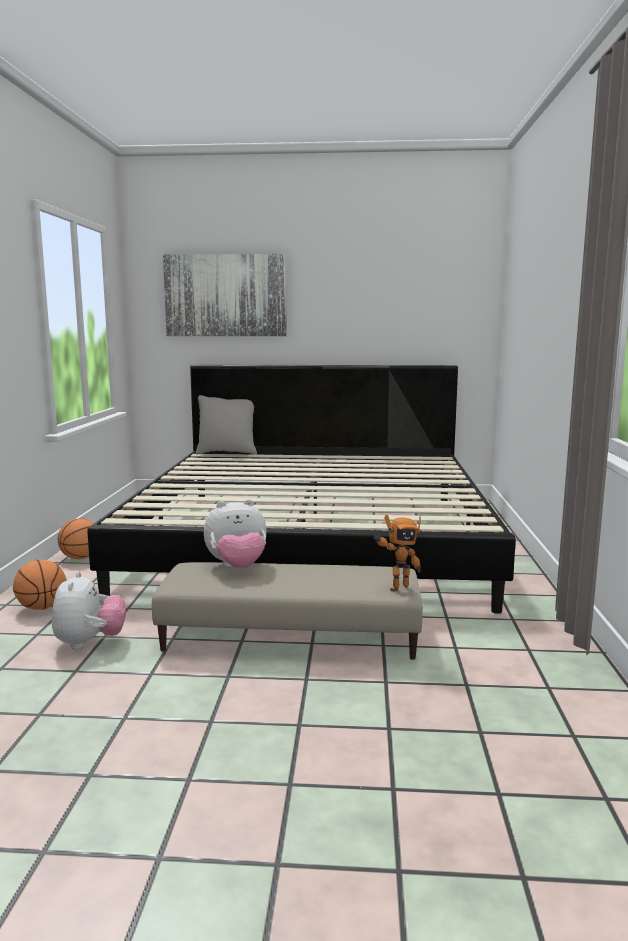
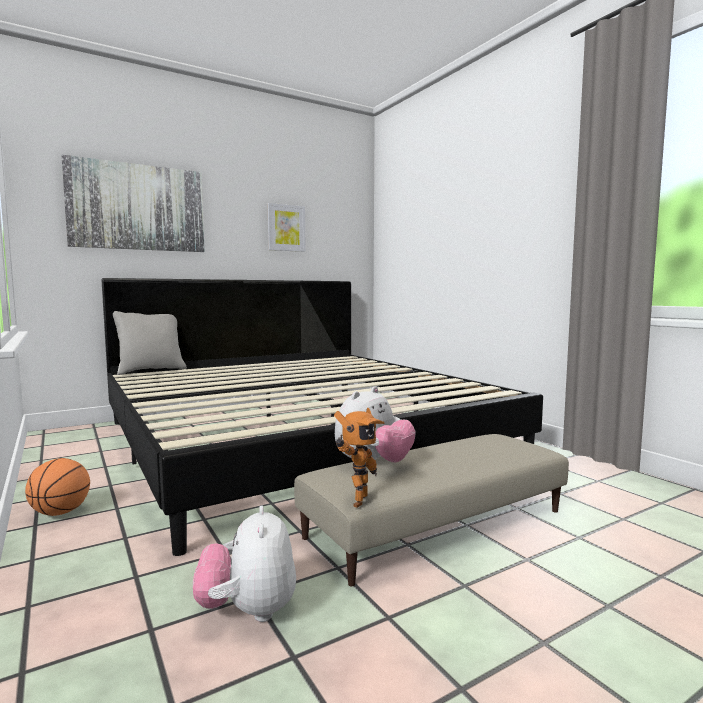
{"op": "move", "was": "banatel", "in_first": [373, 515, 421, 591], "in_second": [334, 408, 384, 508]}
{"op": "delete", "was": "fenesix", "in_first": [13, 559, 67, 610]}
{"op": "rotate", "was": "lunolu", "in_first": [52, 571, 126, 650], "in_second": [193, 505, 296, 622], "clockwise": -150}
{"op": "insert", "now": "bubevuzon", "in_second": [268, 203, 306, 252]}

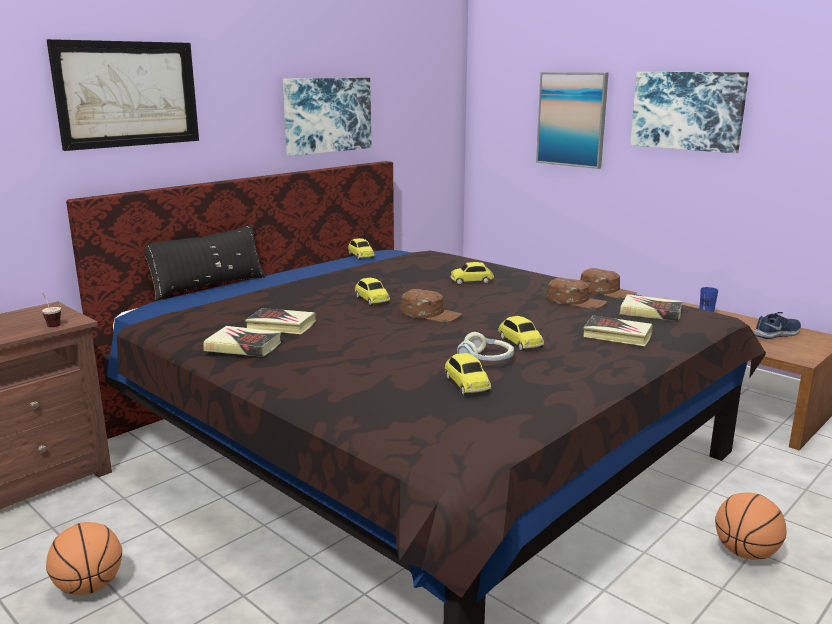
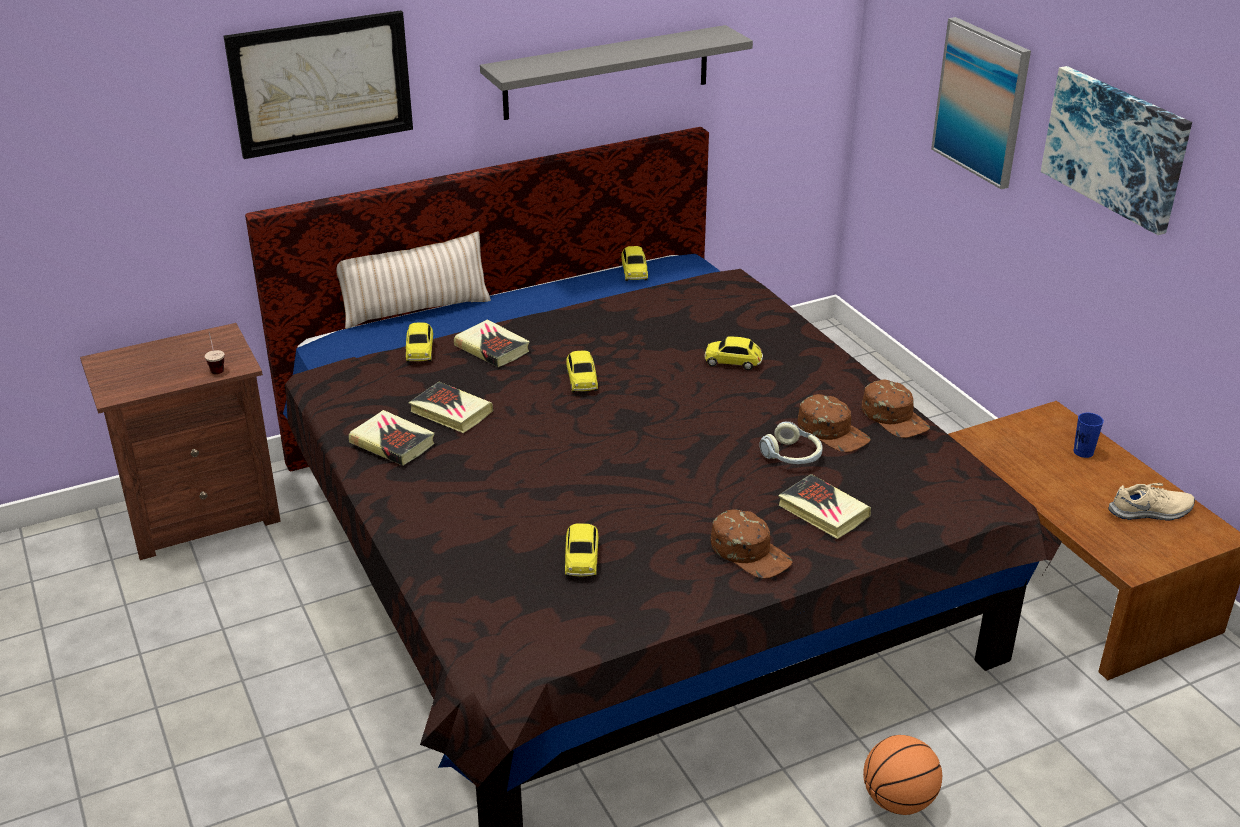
{"op": "replace", "was": "bubevuzon", "now": "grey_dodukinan", "in_first": [283, 78, 371, 156], "in_second": [480, 25, 753, 120]}
{"op": "recolor", "was": "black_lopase", "now": "beige_lopase", "in_first": [145, 224, 266, 301], "in_second": [336, 231, 491, 329]}
{"op": "move", "was": "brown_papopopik", "in_first": [401, 289, 462, 322], "in_second": [711, 509, 792, 578]}
{"op": "move", "was": "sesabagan", "in_first": [620, 294, 682, 321], "in_second": [454, 319, 530, 367]}
{"op": "recolor", "was": "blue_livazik", "now": "beige_livazik", "in_first": [753, 312, 801, 339], "in_second": [1109, 483, 1195, 521]}
{"op": "move", "was": "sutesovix", "in_first": [498, 316, 544, 351], "in_second": [406, 322, 433, 362]}
{"op": "move", "was": "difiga", "in_first": [457, 332, 514, 361], "in_second": [760, 421, 823, 464]}
{"op": "delete", "was": "fenesix", "in_first": [46, 522, 122, 595]}

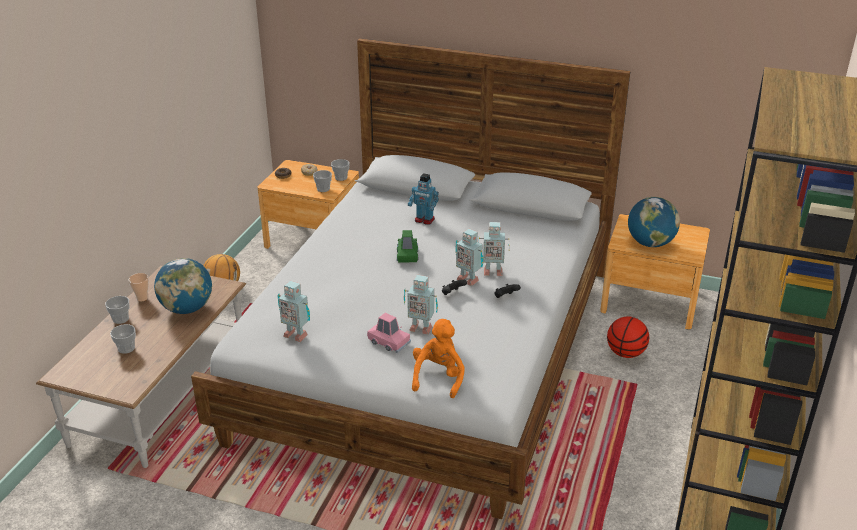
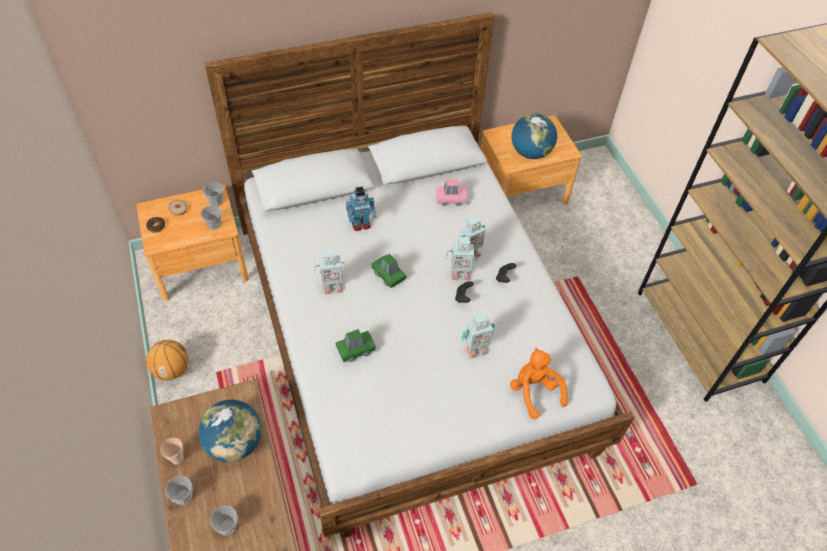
{"op": "move", "was": "banatel", "in_first": [277, 281, 310, 342], "in_second": [314, 249, 346, 294]}
{"op": "move", "was": "pink_sutesovix", "in_first": [367, 313, 411, 353], "in_second": [436, 179, 468, 206]}
{"op": "delete", "was": "fenesix", "in_first": [607, 317, 649, 358]}
{"op": "insert", "now": "green_sutesovix", "in_second": [335, 329, 377, 362]}

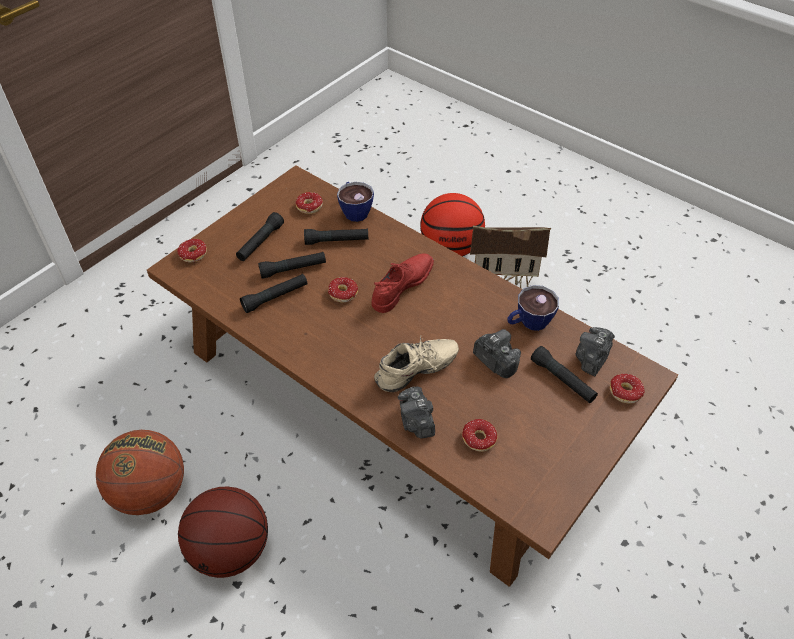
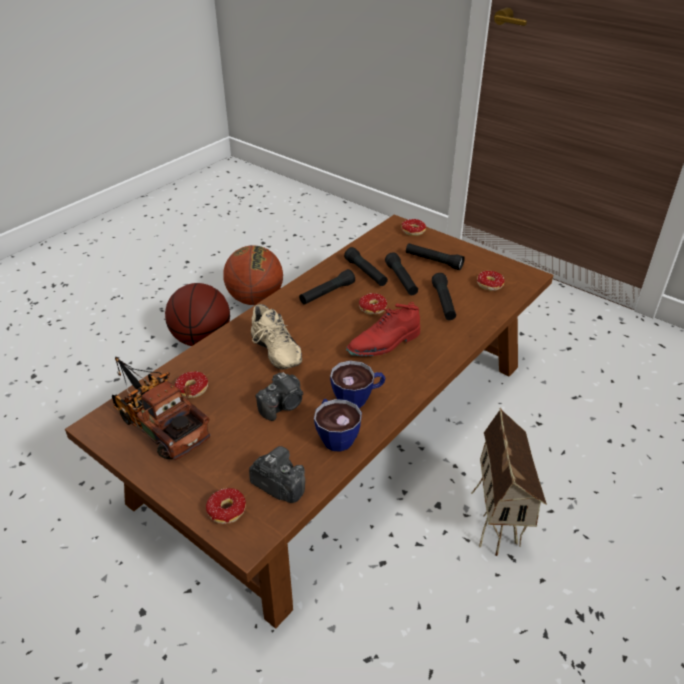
{"op": "move", "was": "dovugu", "in_first": [337, 182, 374, 222], "in_second": [330, 360, 386, 408]}
{"op": "delete", "was": "fenesix", "in_first": [421, 193, 485, 256]}
{"op": "rotate", "was": "red_livazik", "in_first": [371, 253, 434, 313], "in_second": [346, 302, 420, 356], "clockwise": 105}
{"op": "move", "was": "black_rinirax", "in_first": [531, 346, 598, 403], "in_second": [299, 269, 355, 305]}
{"op": "delete", "was": "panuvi", "in_first": [398, 386, 435, 438]}
{"op": "insert", "now": "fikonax", "in_second": [112, 357, 211, 460]}

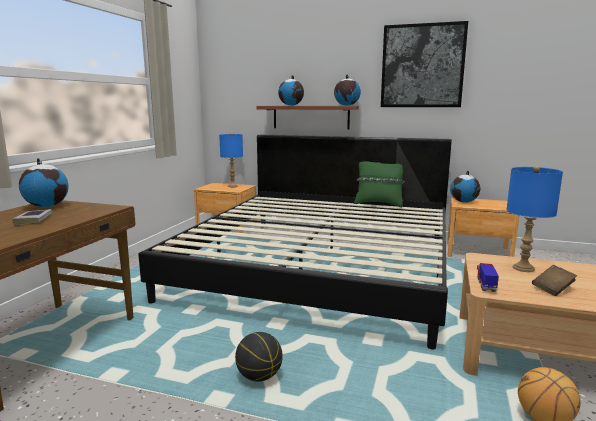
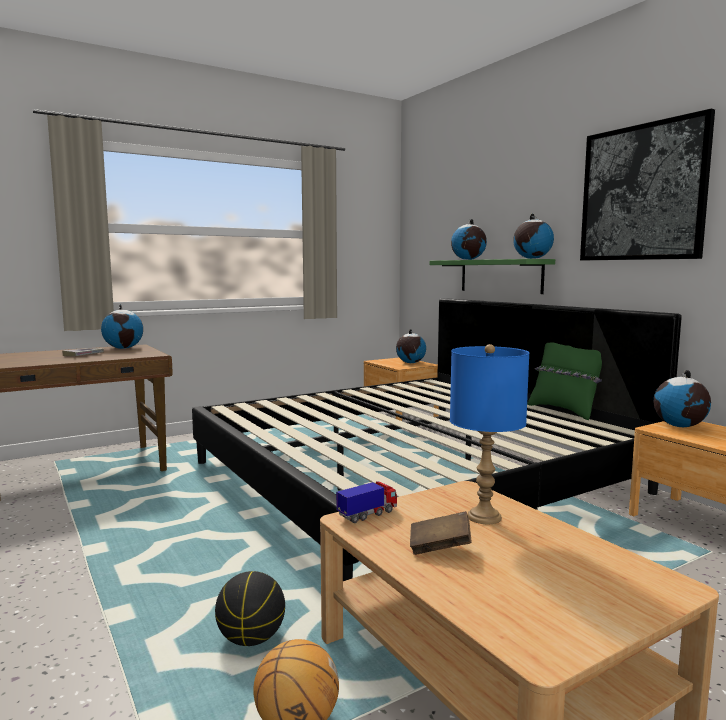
{"op": "recolor", "was": "brown_dodukinan", "now": "green_dodukinan", "in_first": [256, 106, 359, 130], "in_second": [430, 259, 555, 294]}
{"op": "replace", "was": "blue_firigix", "now": "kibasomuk", "in_first": [219, 133, 243, 187], "in_second": [396, 329, 426, 363]}
{"op": "move", "was": "fenesix", "in_first": [235, 332, 283, 382], "in_second": [215, 571, 285, 646]}

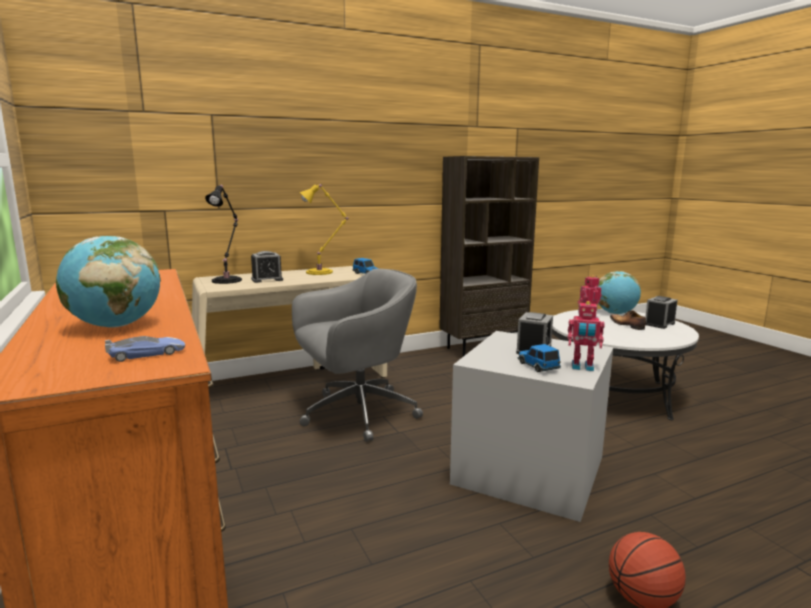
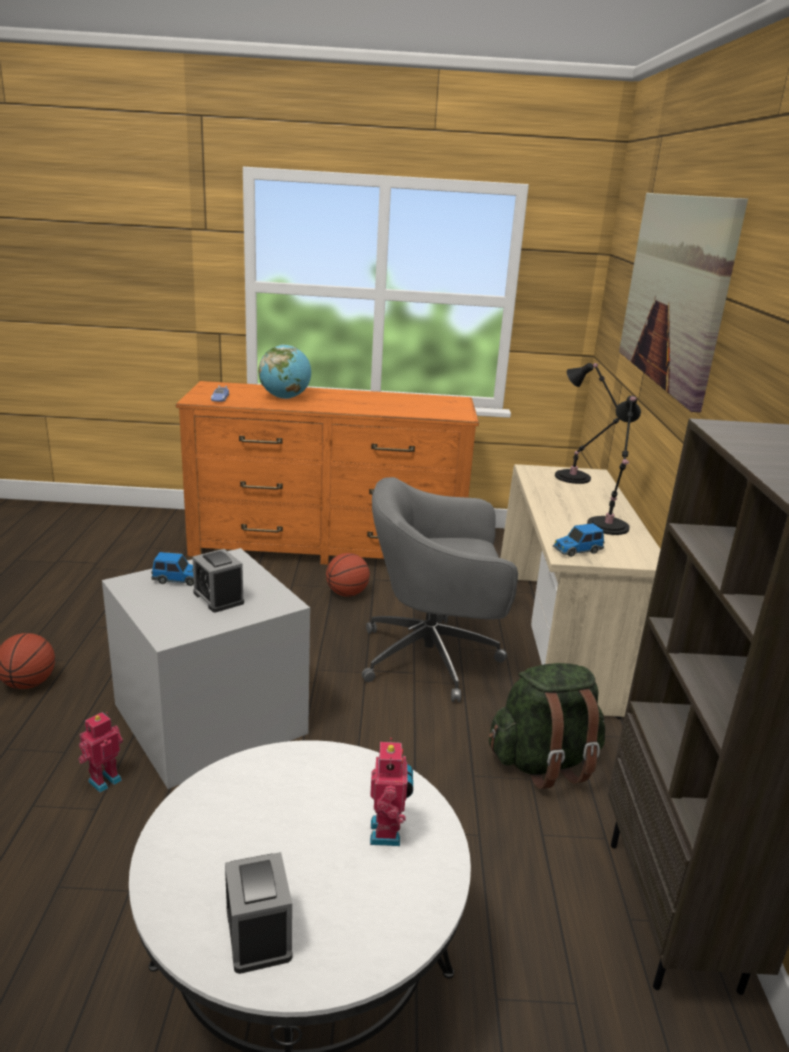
{"op": "recolor", "was": "yellow_firigix", "now": "black_firigix", "in_first": [300, 184, 348, 275], "in_second": [587, 395, 641, 535]}
{"op": "delete", "was": "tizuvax", "in_first": [251, 251, 283, 283]}
{"op": "rotate", "was": "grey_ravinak", "in_first": [292, 269, 423, 442], "in_second": [362, 477, 518, 702], "clockwise": 90}
{"op": "delete", "was": "kibasomuk", "in_first": [598, 271, 641, 314]}
{"op": "move", "was": "banatel", "in_first": [568, 301, 605, 371], "in_second": [78, 712, 123, 792]}
{"op": "delete", "was": "livazik", "in_first": [610, 310, 646, 330]}
{"op": "insert", "now": "bubevuzon", "in_second": [619, 193, 748, 412]}
{"op": "insert", "now": "fenesix", "in_second": [326, 553, 370, 597]}
{"op": "insert", "now": "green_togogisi", "in_second": [489, 663, 605, 789]}

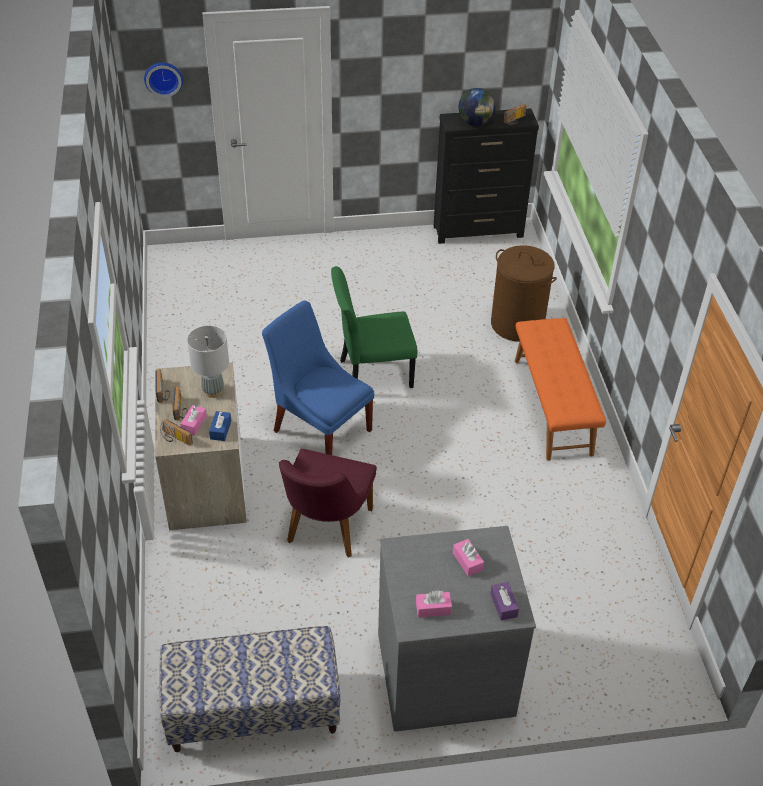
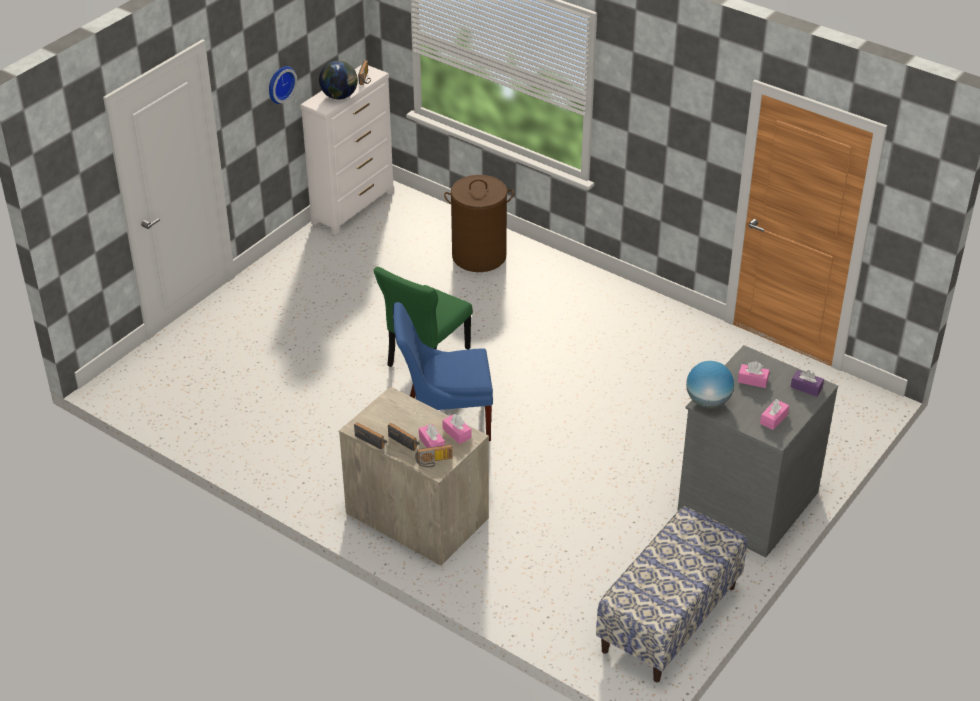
{"op": "move", "was": "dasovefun", "in_first": [144, 62, 183, 97], "in_second": [269, 66, 297, 104]}
{"op": "recolor", "was": "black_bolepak", "now": "white_bolepak", "in_first": [434, 108, 539, 244], "in_second": [300, 65, 394, 235]}
{"op": "delete", "was": "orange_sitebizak", "in_first": [515, 318, 606, 461]}
{"op": "delete", "was": "grey_firigix", "in_first": [187, 326, 229, 398]}
{"op": "recolor", "was": "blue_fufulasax", "now": "pink_fufulasax", "in_first": [209, 411, 231, 441], "in_second": [442, 414, 472, 444]}
{"op": "delete", "was": "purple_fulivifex", "in_first": [279, 449, 377, 558]}
{"op": "insert", "now": "kibasomuk", "in_second": [686, 361, 734, 408]}

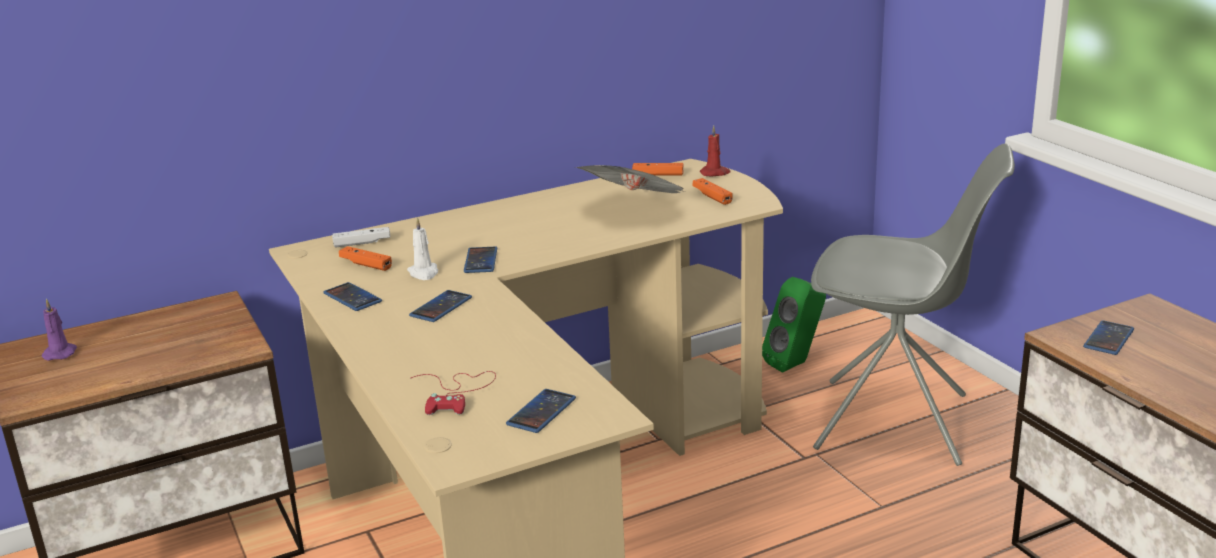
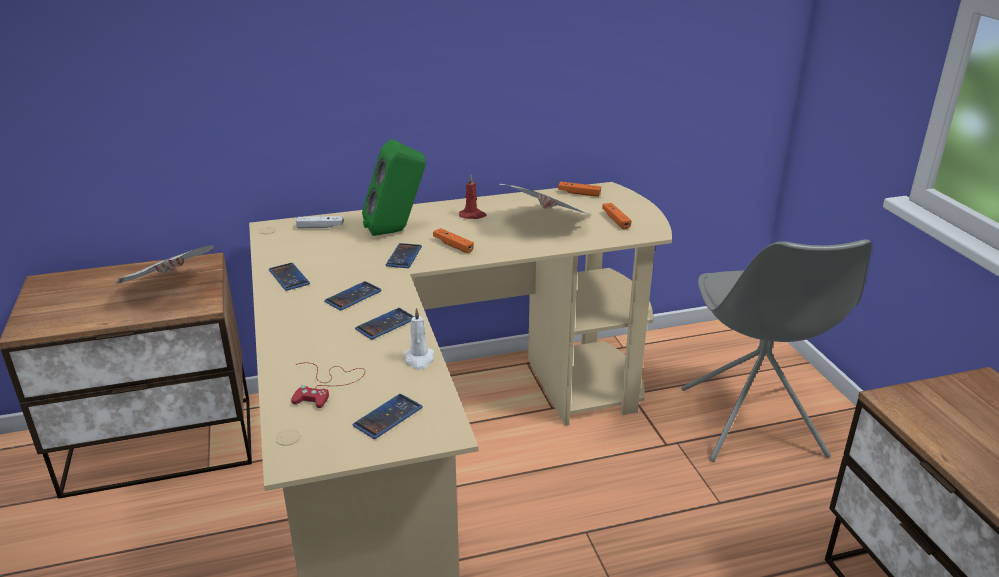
{"op": "move", "was": "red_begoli", "in_first": [700, 125, 730, 176], "in_second": [459, 175, 486, 219]}
{"op": "rotate", "was": "grey_fulivifex", "in_first": [811, 143, 1015, 466], "in_second": [681, 240, 872, 462], "clockwise": 60}
{"op": "move", "was": "white_begoli", "in_first": [407, 217, 438, 280], "in_second": [404, 307, 434, 370]}
{"op": "move", "was": "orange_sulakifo", "in_first": [339, 246, 392, 271], "in_second": [433, 228, 474, 253]}
{"op": "move", "was": "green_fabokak", "in_first": [762, 277, 826, 373], "in_second": [362, 139, 426, 236]}
{"op": "delete", "was": "purple_begoli", "in_first": [42, 298, 77, 360]}
{"op": "move", "was": "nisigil", "in_first": [1083, 320, 1134, 355], "in_second": [355, 308, 414, 340]}
{"op": "insert", "now": "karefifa", "in_second": [116, 245, 214, 284]}

